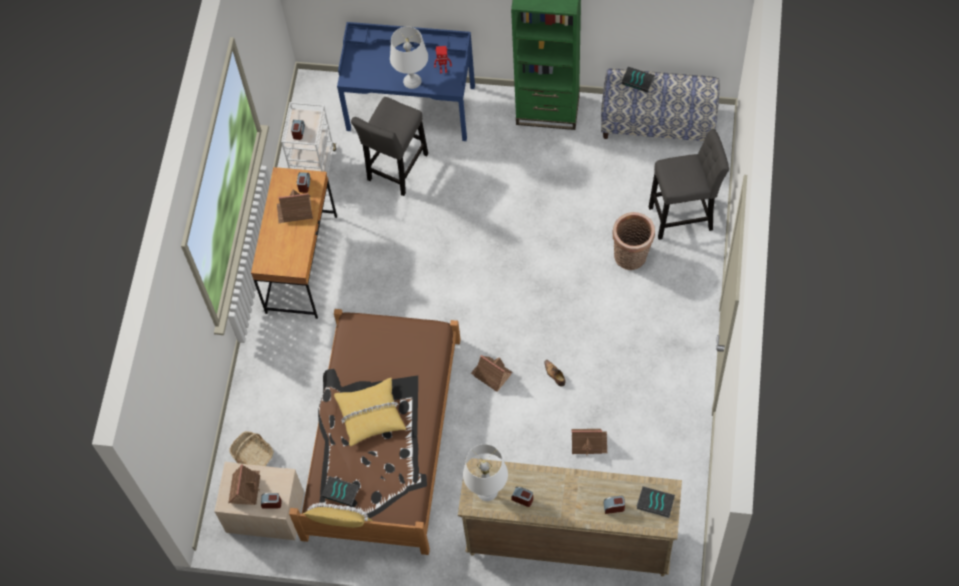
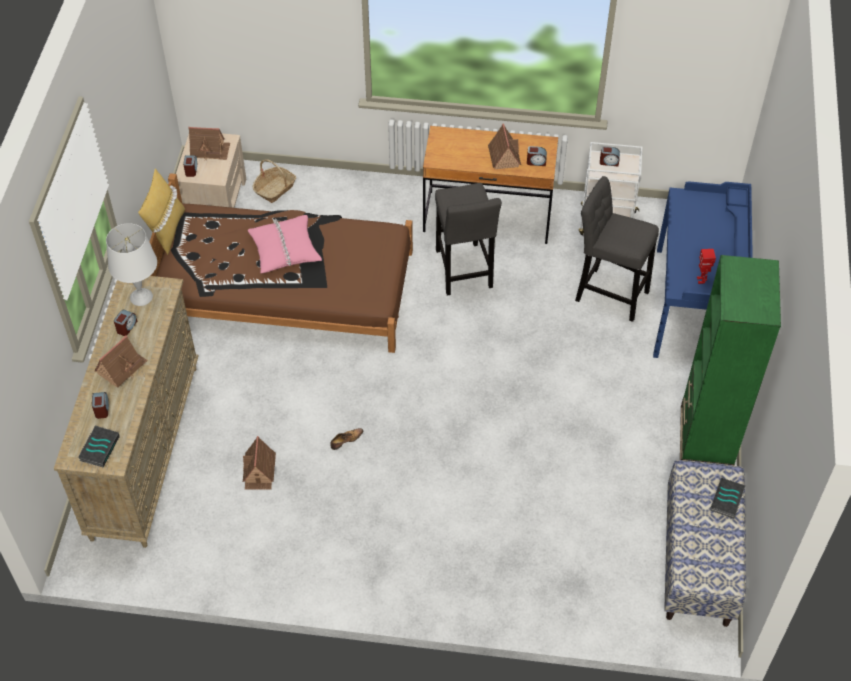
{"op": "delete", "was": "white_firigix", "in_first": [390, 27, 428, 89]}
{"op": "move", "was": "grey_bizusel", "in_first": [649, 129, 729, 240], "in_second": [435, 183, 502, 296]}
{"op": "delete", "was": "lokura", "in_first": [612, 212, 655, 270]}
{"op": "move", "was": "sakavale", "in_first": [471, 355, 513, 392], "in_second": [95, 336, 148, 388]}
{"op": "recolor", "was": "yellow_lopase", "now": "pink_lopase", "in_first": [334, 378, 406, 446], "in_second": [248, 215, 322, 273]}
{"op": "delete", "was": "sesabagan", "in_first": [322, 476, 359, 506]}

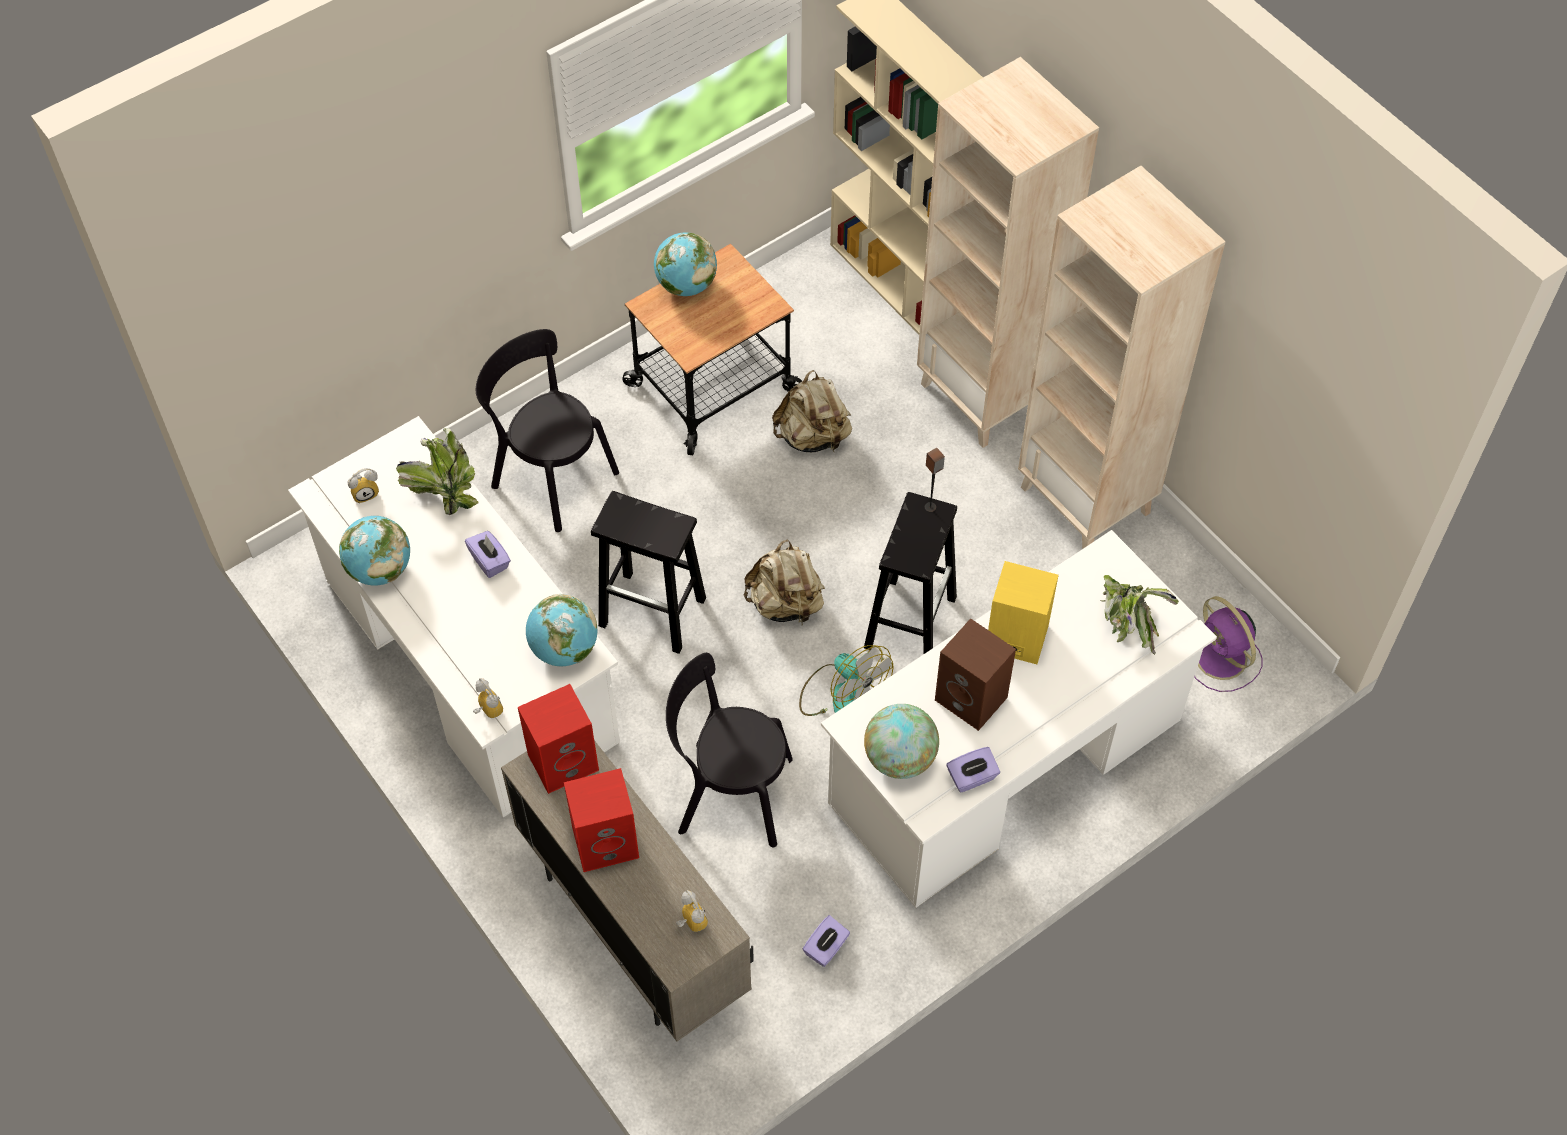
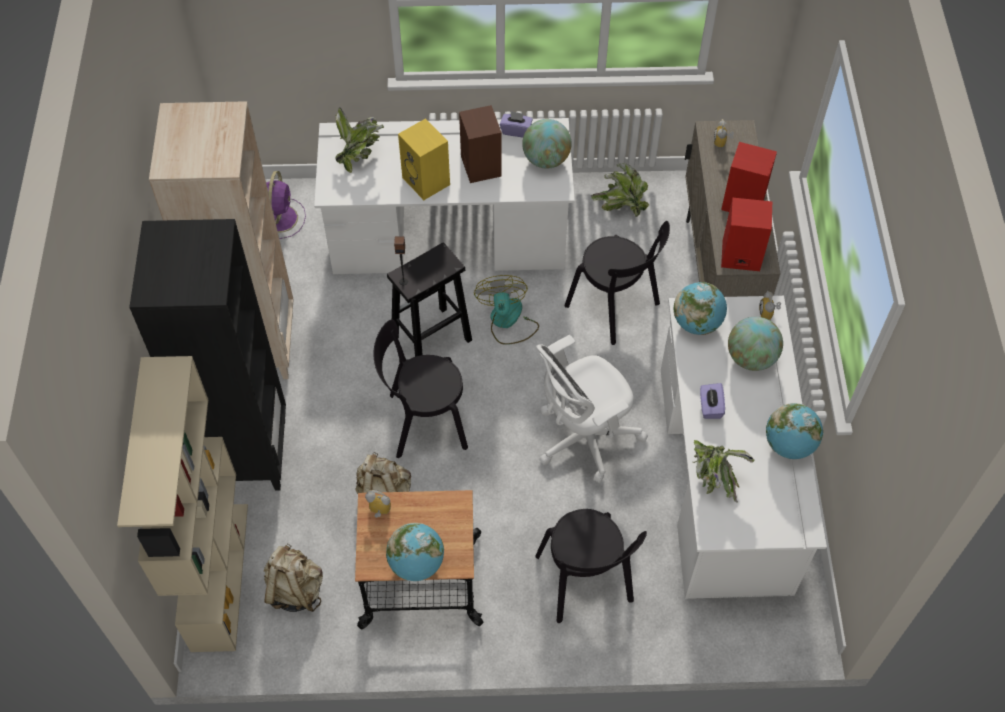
{"op": "recolor", "was": "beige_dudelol", "now": "black_dudelol", "in_first": [917, 57, 1099, 448], "in_second": [129, 219, 286, 491]}
{"op": "move", "was": "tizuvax", "in_first": [348, 468, 379, 503], "in_second": [365, 490, 391, 518]}
{"op": "replace", "was": "black_bizusel", "now": "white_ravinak", "in_first": [591, 491, 706, 654], "in_second": [536, 335, 648, 483]}
{"op": "move", "was": "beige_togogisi", "in_first": [744, 539, 825, 625], "in_second": [264, 543, 323, 612]}
{"op": "replace", "was": "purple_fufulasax", "now": "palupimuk", "in_first": [803, 915, 850, 967], "in_second": [591, 163, 650, 217]}
{"op": "insert", "now": "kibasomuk", "in_second": [728, 317, 783, 371]}
{"op": "insert", "now": "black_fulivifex", "in_second": [374, 320, 468, 458]}

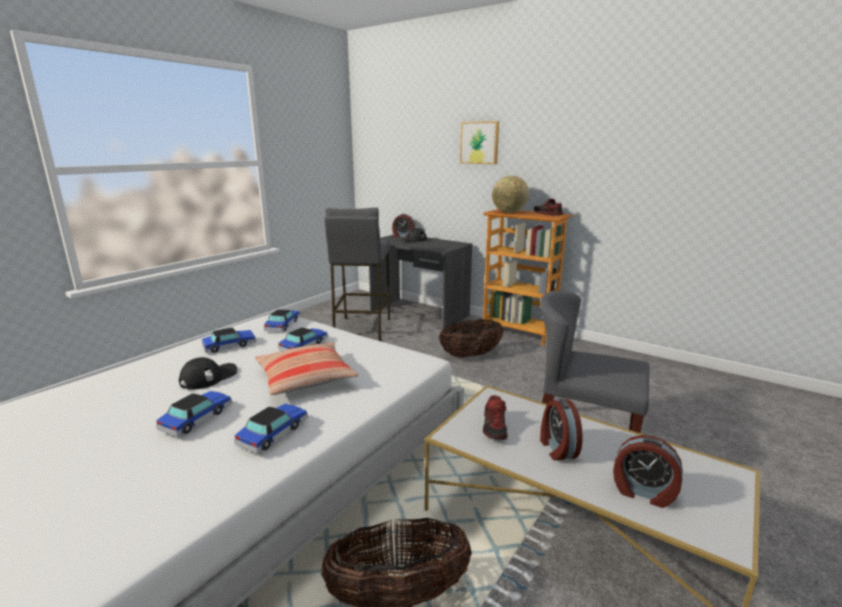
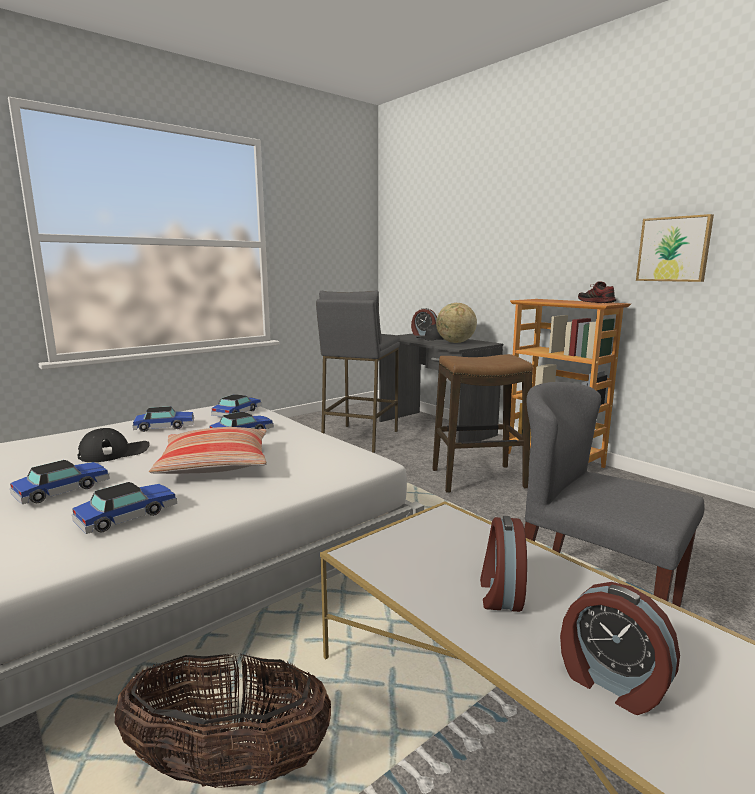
{"op": "move", "was": "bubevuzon", "in_first": [460, 121, 499, 164], "in_second": [636, 214, 714, 282]}
{"op": "move", "was": "kibasomuk", "in_first": [492, 176, 529, 213], "in_second": [436, 303, 477, 343]}
{"op": "replace", "was": "lokura", "now": "bizusel", "in_first": [439, 319, 503, 358], "in_second": [432, 354, 533, 493]}
{"op": "delete", "was": "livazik", "in_first": [483, 395, 508, 440]}

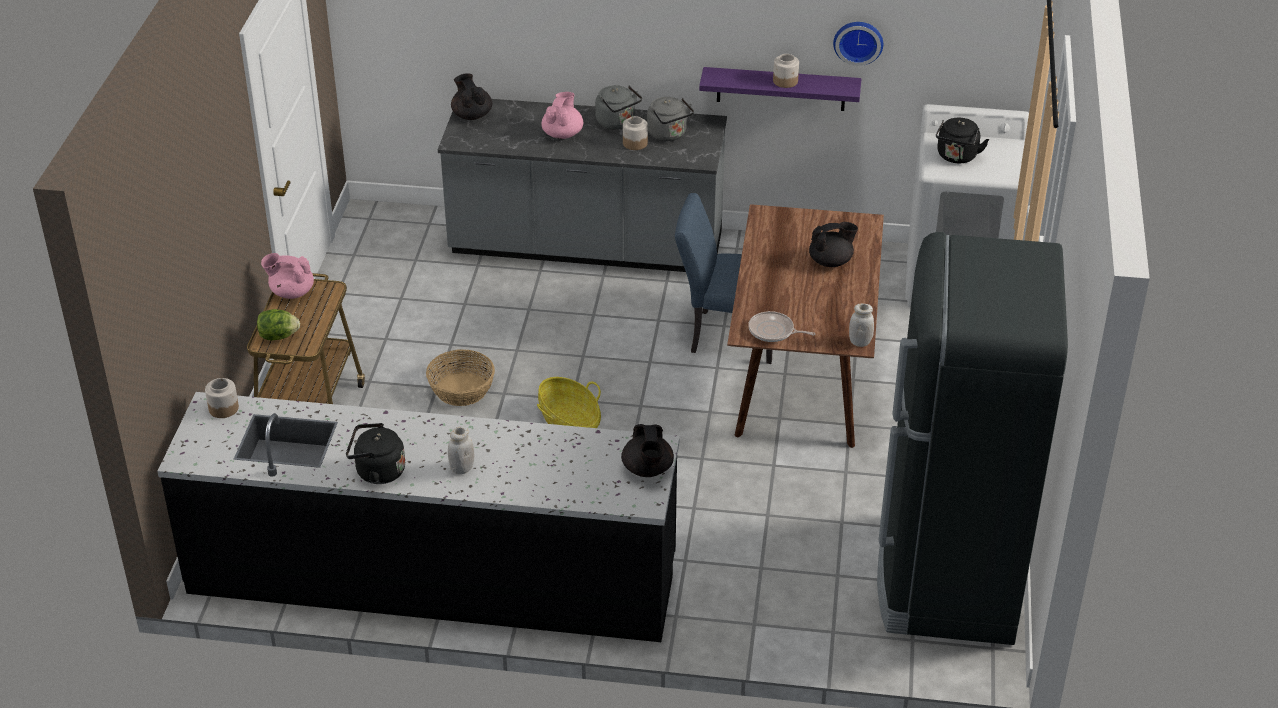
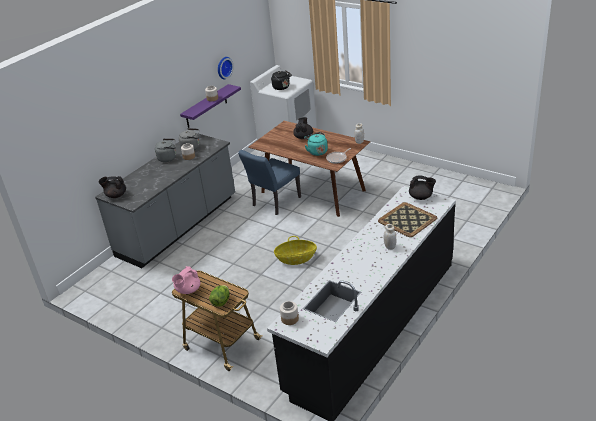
{"op": "delete", "was": "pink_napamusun", "in_first": [541, 92, 583, 139]}
{"op": "delete", "was": "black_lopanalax", "in_first": [877, 232, 1068, 645]}
{"op": "delete", "was": "lokura", "in_first": [426, 349, 495, 406]}
{"op": "delete", "was": "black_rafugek", "in_first": [346, 423, 405, 484]}
{"op": "insert", "now": "turquoise_rafugek", "in_second": [304, 132, 328, 156]}
{"op": "insert", "now": "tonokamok", "in_second": [378, 202, 437, 237]}

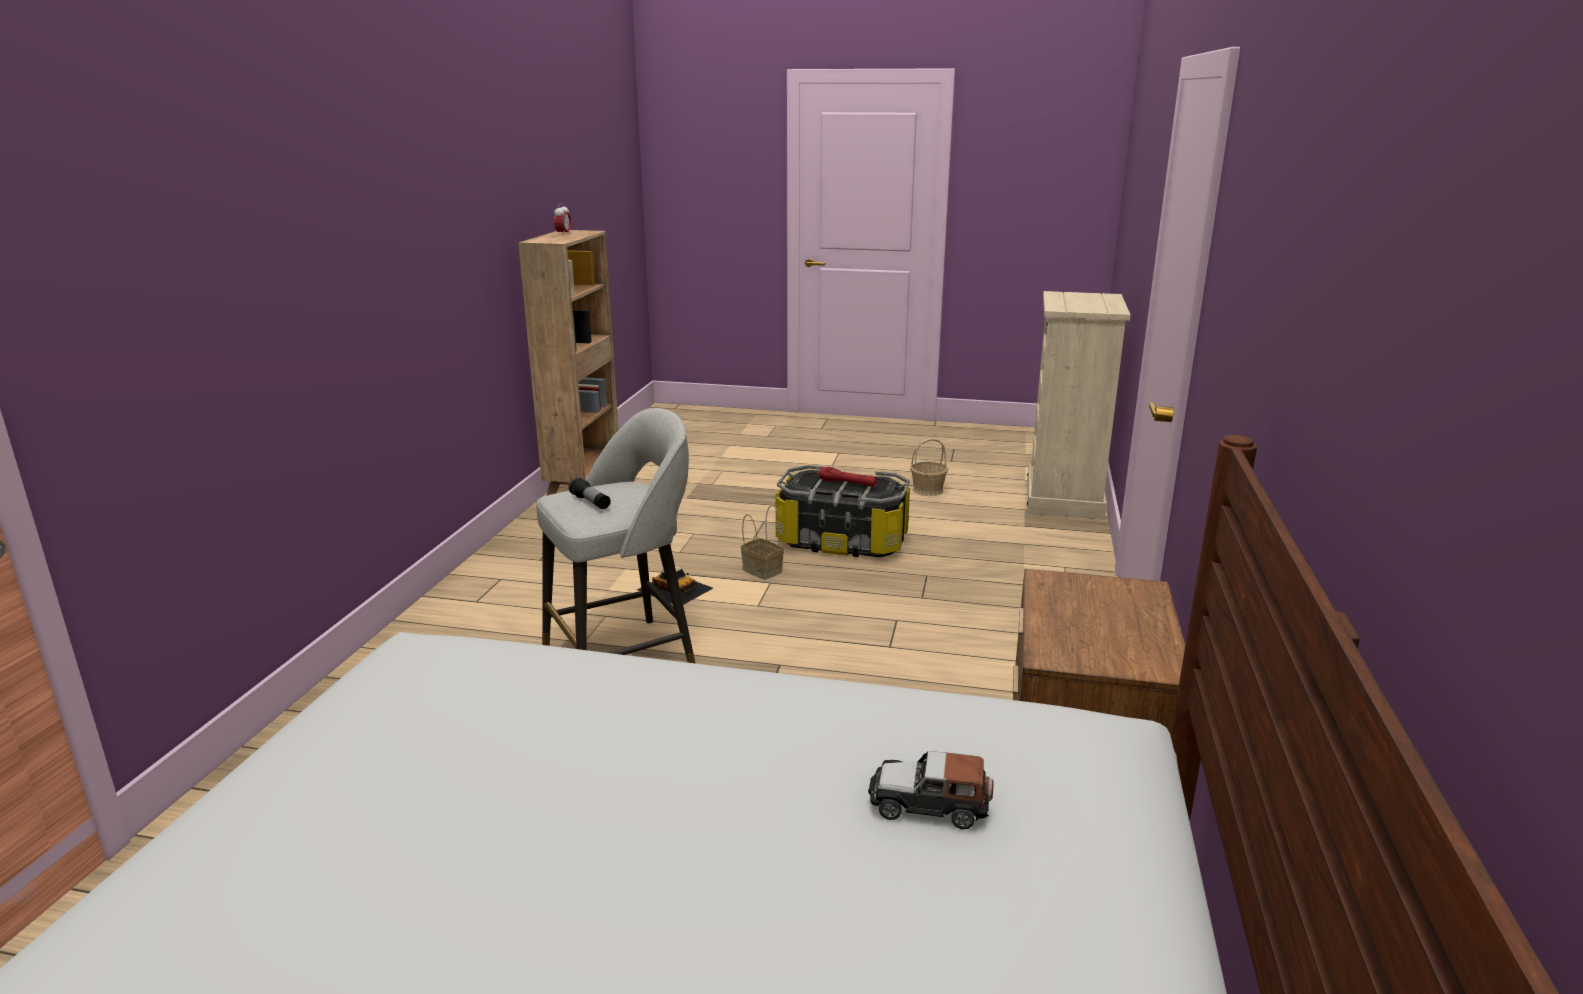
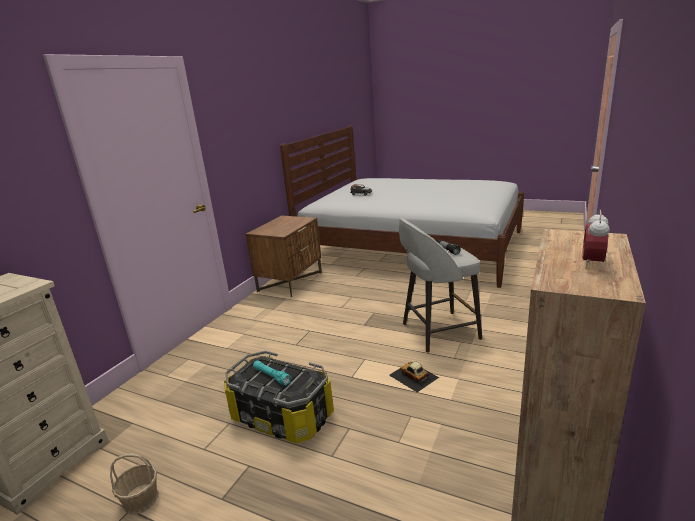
{"op": "recolor", "was": "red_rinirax", "now": "turquoise_rinirax", "in_first": [818, 467, 877, 487], "in_second": [253, 360, 292, 386]}
{"op": "delete", "was": "lokura", "in_first": [741, 505, 784, 580]}

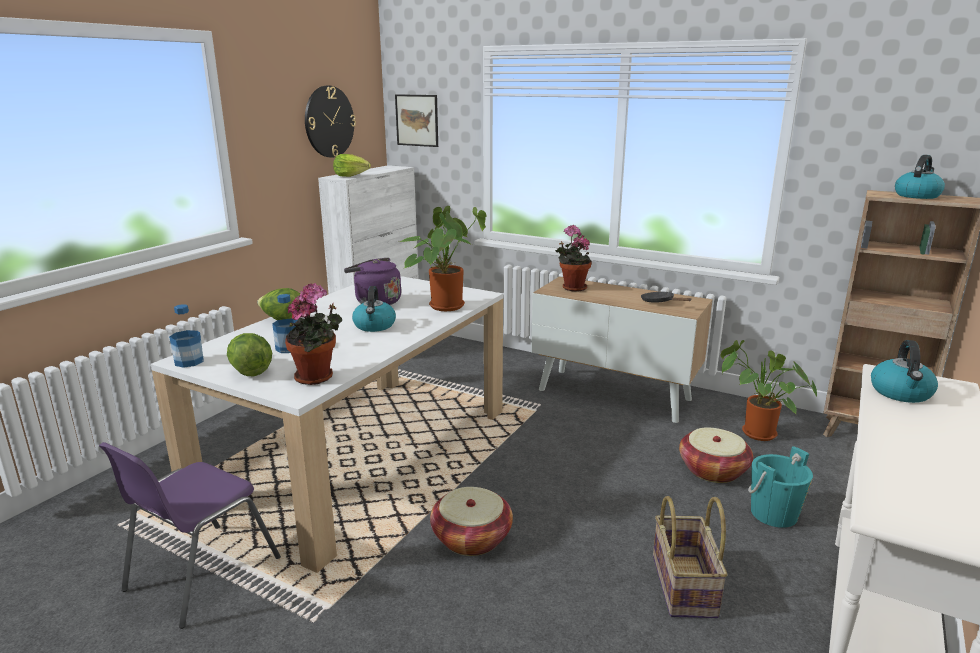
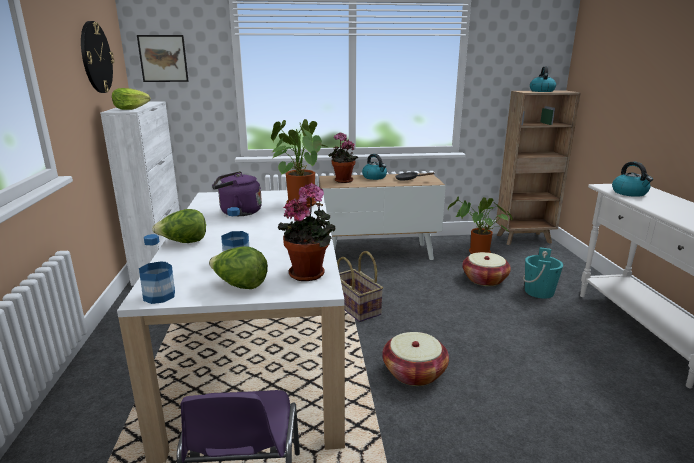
{"op": "move", "was": "rafugek", "in_first": [352, 286, 396, 332], "in_second": [362, 154, 387, 180]}
{"op": "move", "was": "lokura", "in_first": [653, 496, 728, 618], "in_second": [337, 251, 383, 322]}

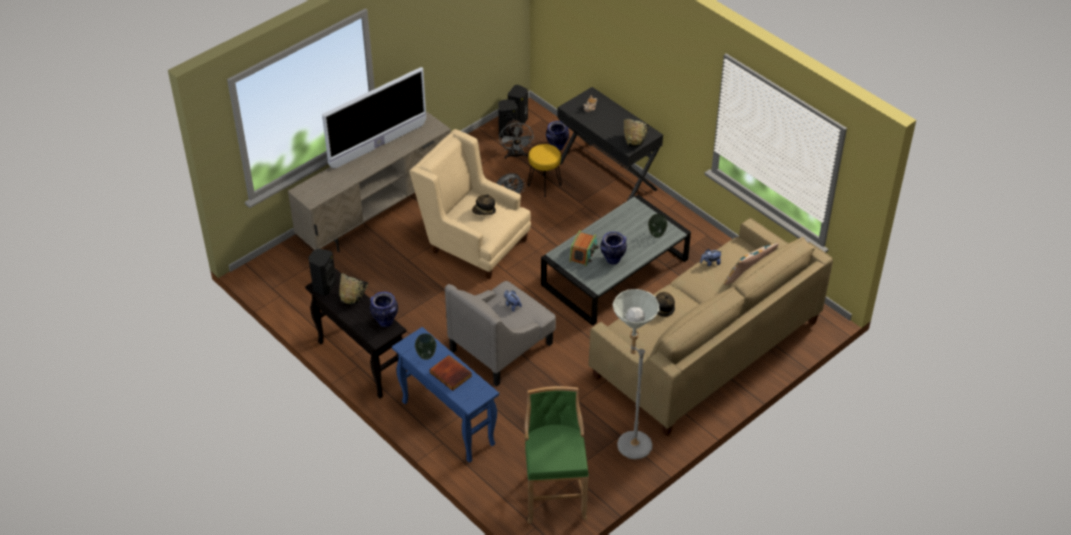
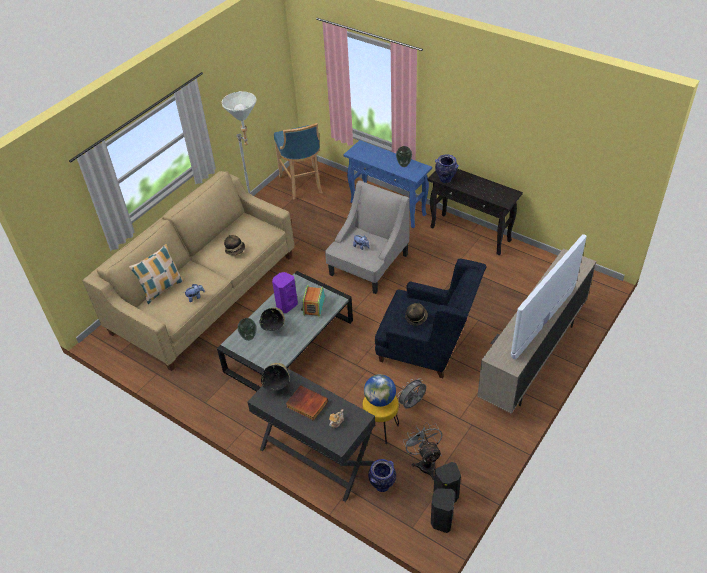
{"op": "recolor", "was": "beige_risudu", "now": "blue_risudu", "in_first": [409, 129, 531, 279], "in_second": [375, 259, 487, 378]}
{"op": "replace", "was": "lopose", "now": "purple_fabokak", "in_first": [600, 231, 627, 264], "in_second": [272, 272, 298, 313]}
{"op": "delete", "was": "black_fabokak", "in_first": [308, 249, 337, 296]}
{"op": "move", "was": "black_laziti", "in_first": [339, 274, 368, 305], "in_second": [259, 308, 285, 331]}
{"op": "move", "was": "sesabagan", "in_first": [430, 355, 472, 391], "in_second": [286, 385, 328, 421]}
{"op": "recolor", "was": "green_bizusel", "now": "blue_bizusel", "in_first": [525, 386, 589, 524], "in_second": [274, 123, 322, 200]}
{"op": "insert", "now": "kibasomuk", "in_second": [364, 374, 396, 407]}

